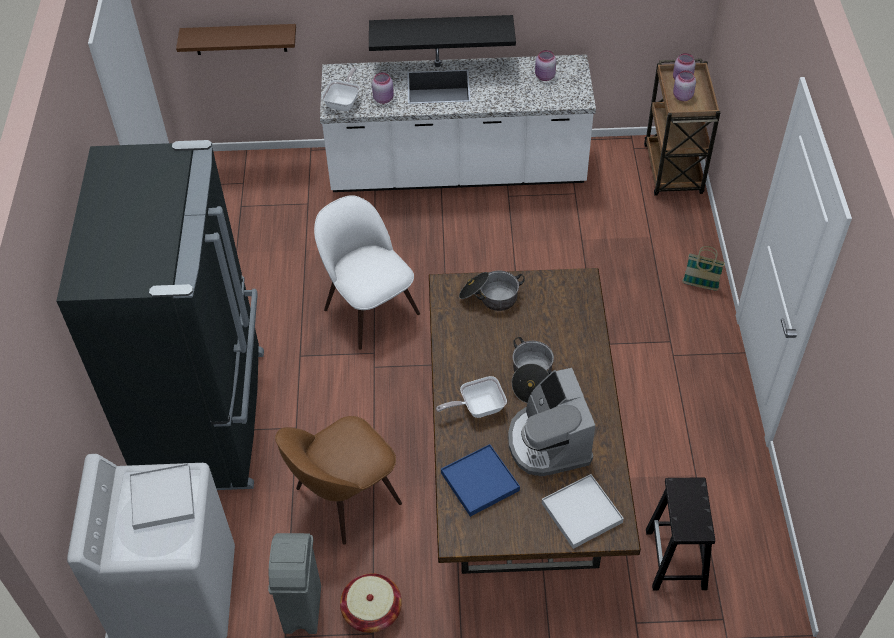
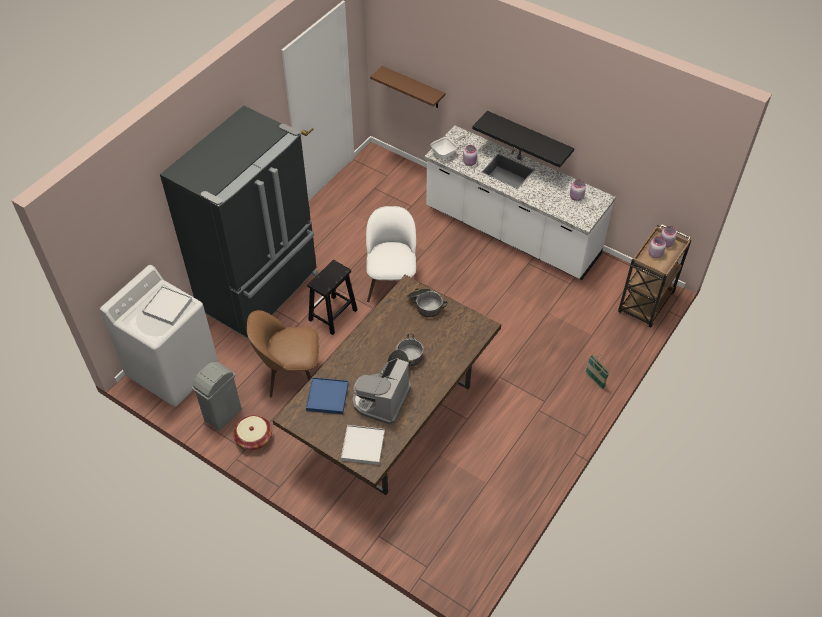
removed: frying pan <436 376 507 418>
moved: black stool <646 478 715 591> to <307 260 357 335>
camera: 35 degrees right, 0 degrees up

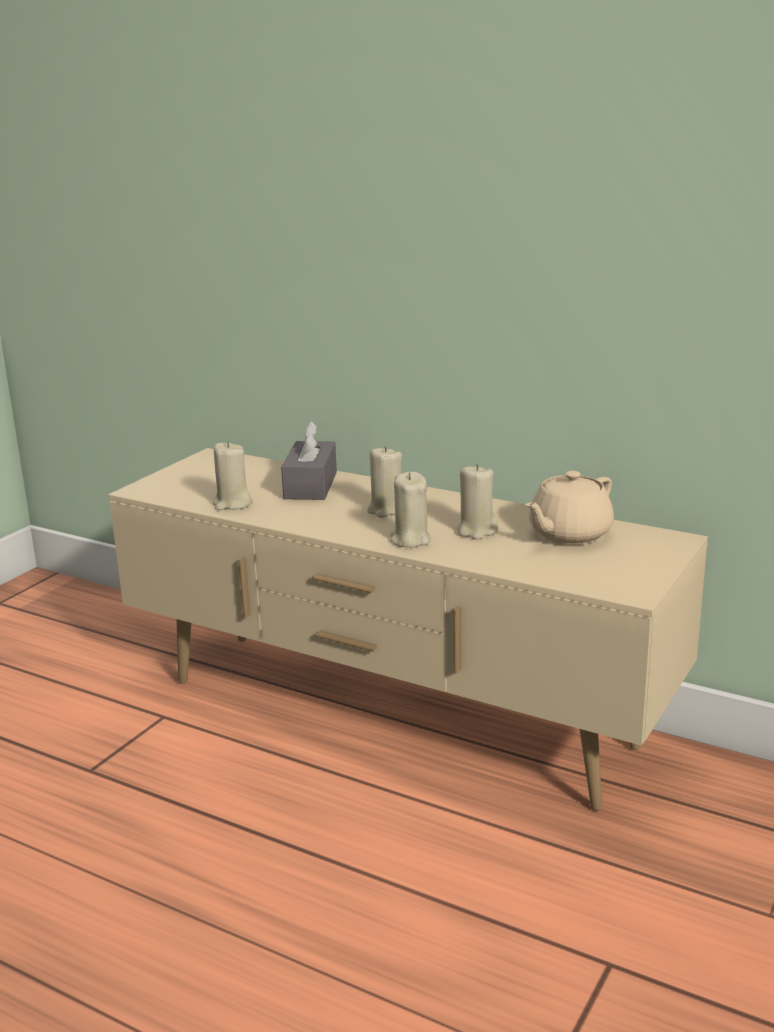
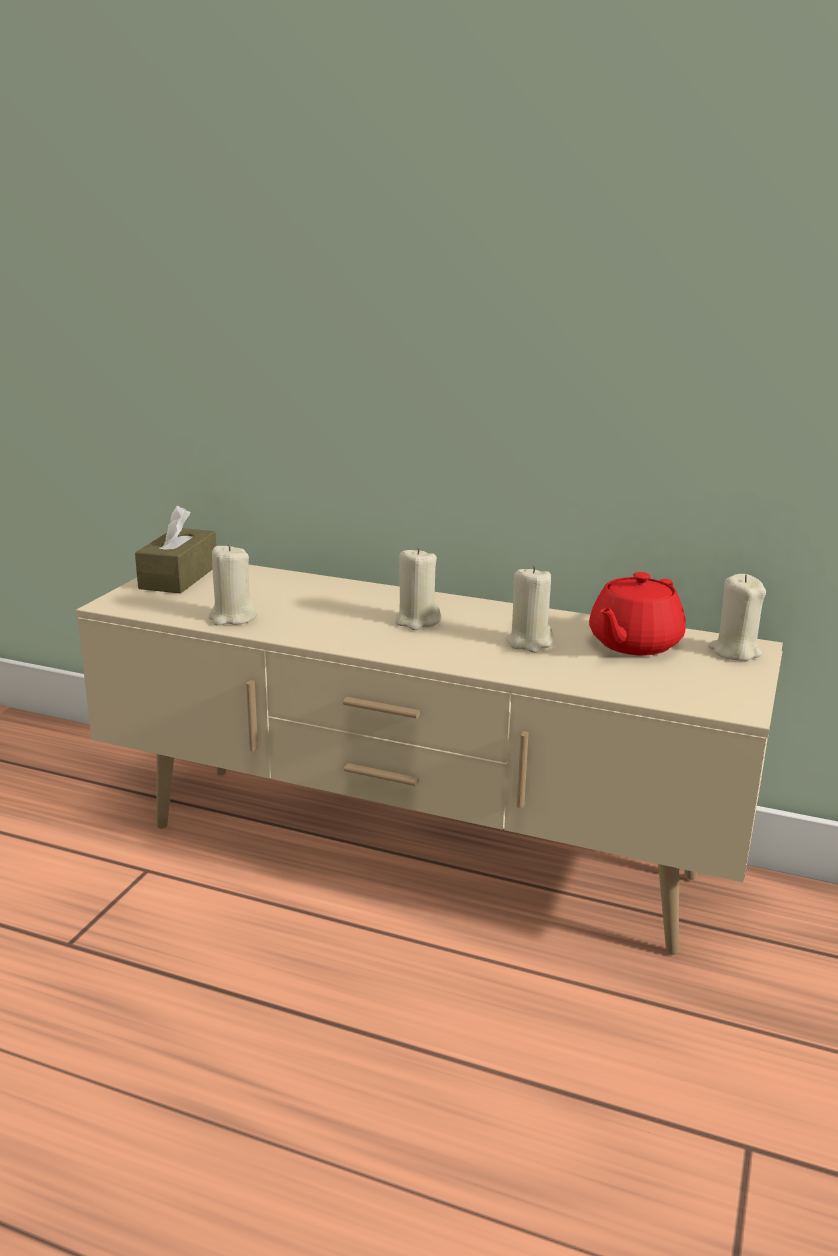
removed: grey tissue box <281 422 337 500>
added: brown tissue box <135 506 216 594>
moved: beige candle <390 472 431 548> to <708 574 766 661>
recoloured: beige teapot <525 471 614 545> to red teapot <589 572 686 655>
camera: 10 degrees left, 0 degrees up

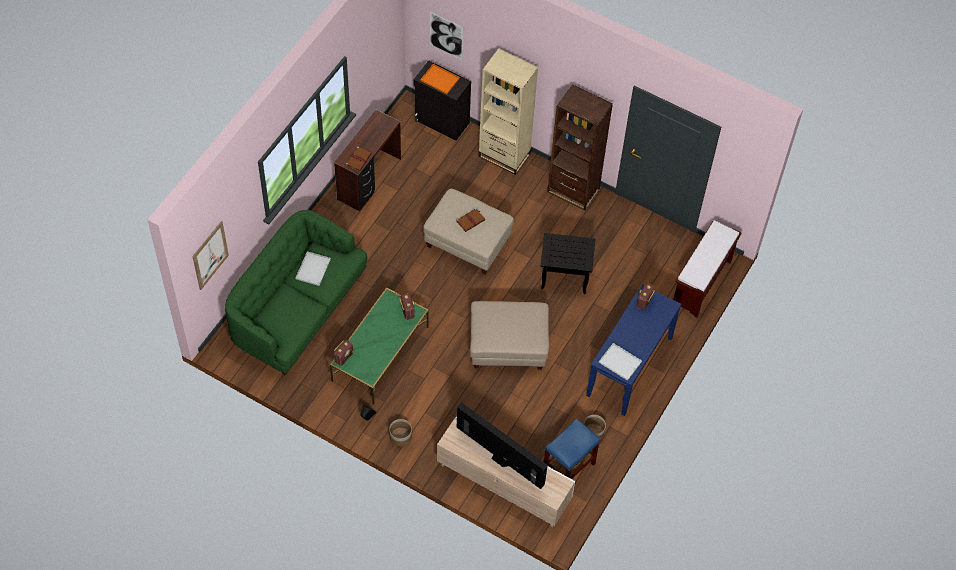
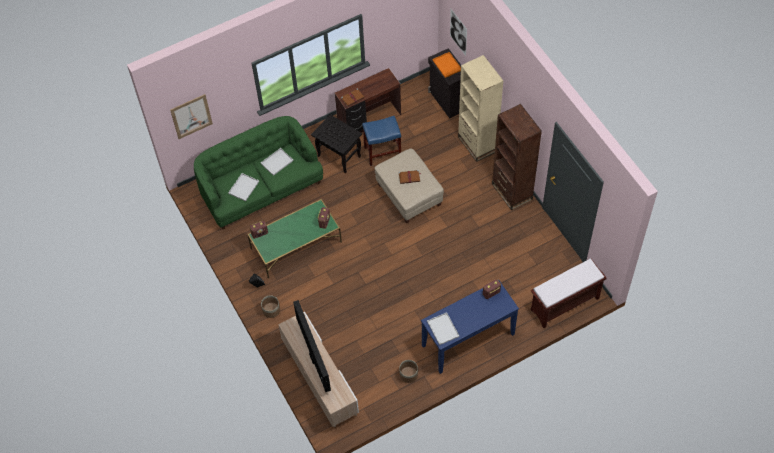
removed: beige ottoman <470 301 549 370>
added: white tray <228 173 259 201>
moved: black side table <541 233 595 294> to <311 114 362 173>; blue stool <543 418 600 479> to <362 116 401 166>
camera: 35 degrees right, 0 degrees up

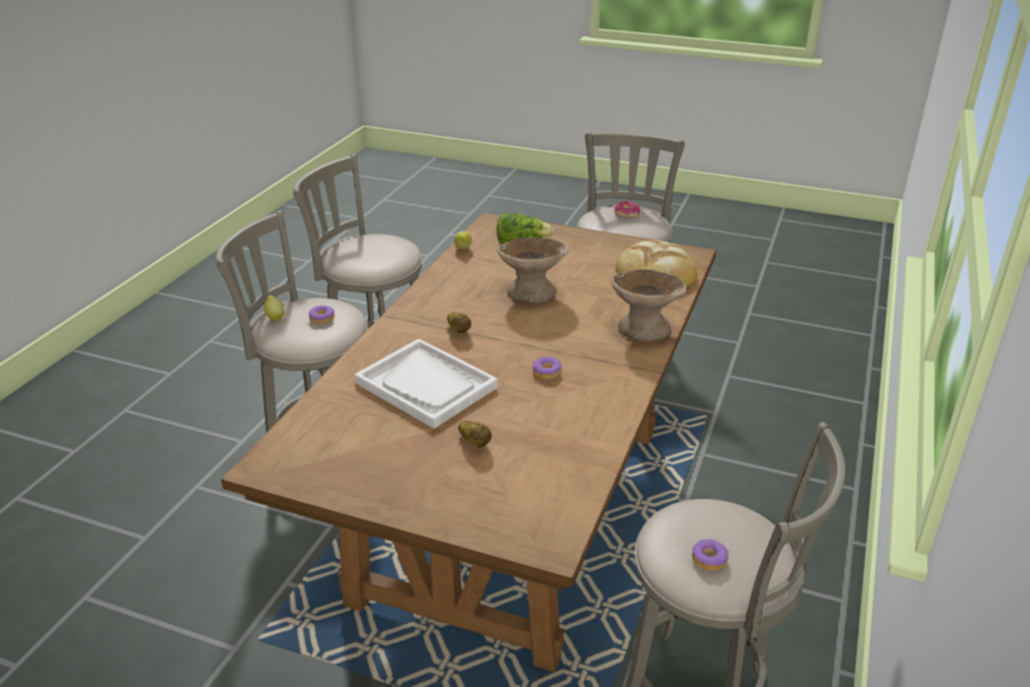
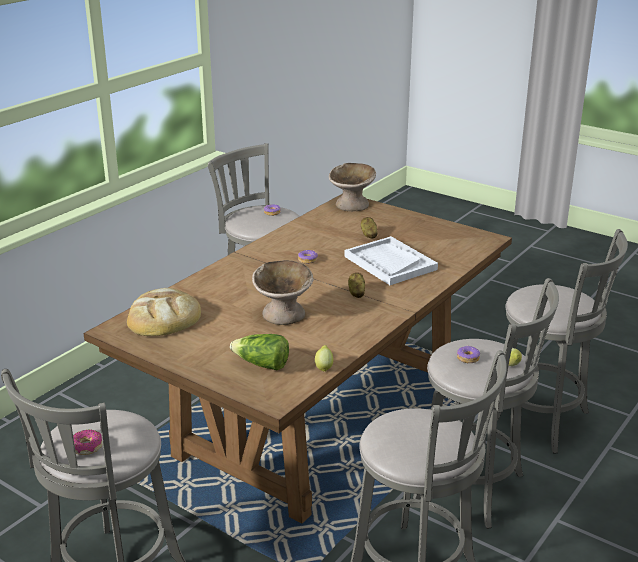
added: grey stool <497 229 628 453>
moved: beige bowl <611 269 687 342> to <329 163 376 211>
camera: 165 degrees left, 5 degrees down

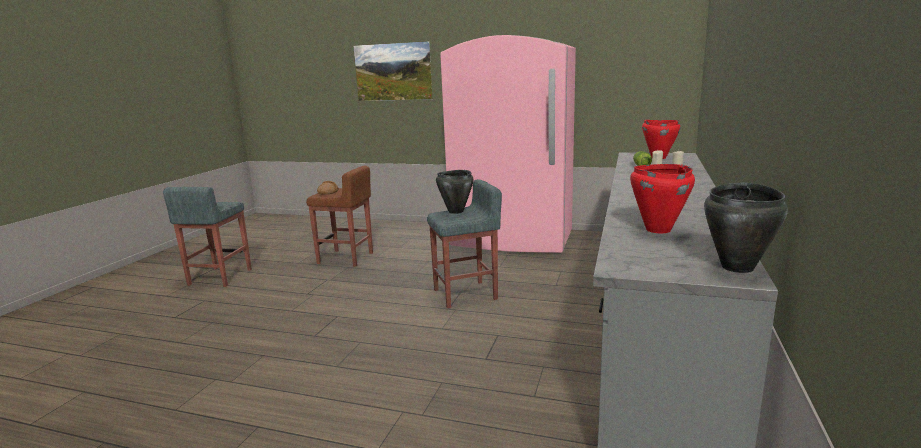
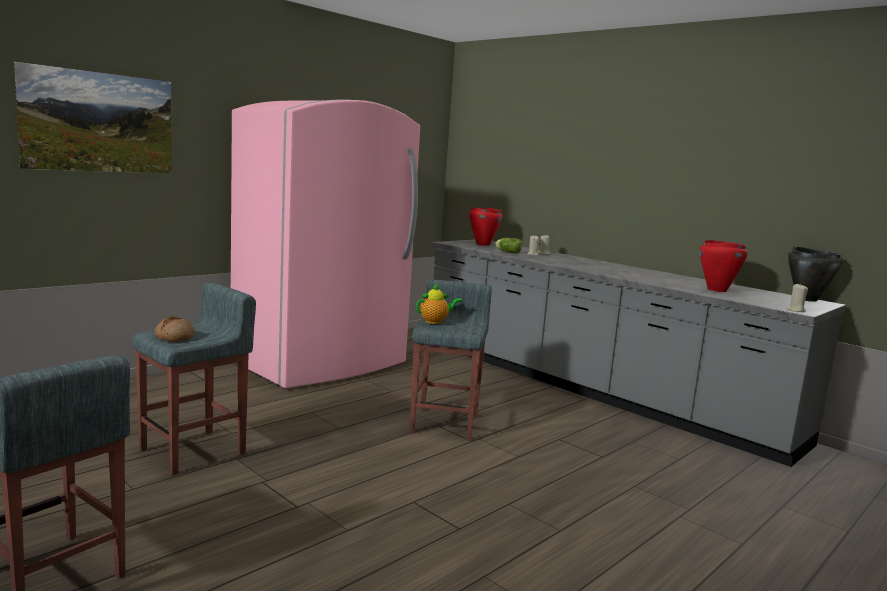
added: beige candle <786 283 808 312>
replaced: black cooking pot <436 170 474 214> to teapot <416 284 462 324>
recoloured: brown stool <306 166 373 267> to grey stool <132 283 256 475>
camera: 65 degrees left, 5 degrees down

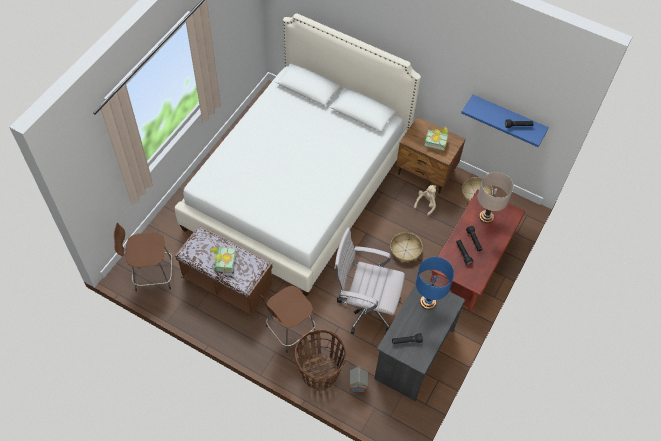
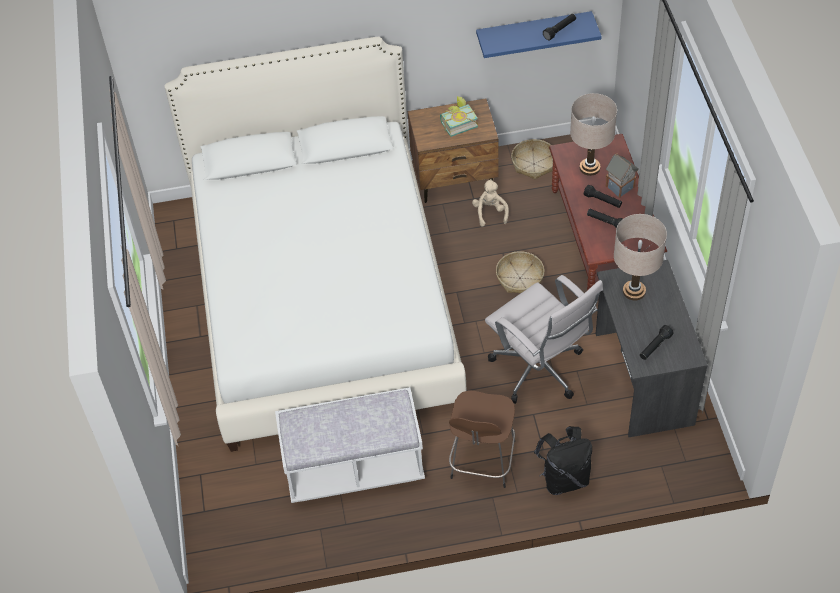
removed: brown stool <114 223 172 291>; book <210 247 236 273>
moved: toy house <350 366 368 392> to <606 153 639 198>
replaced: basket <295 330 346 390> to black backpack <534 426 592 495>
recoloured: brown bench <175 225 274 316> to white bench <275 387 425 503>; blue table lamp <416 257 454 310> to beige table lamp <614 214 667 301>
turned: white office chair <334 227 405 334> = <485 275 603 404> 105 degrees counterclockwise
camera: 35 degrees left, 5 degrees down

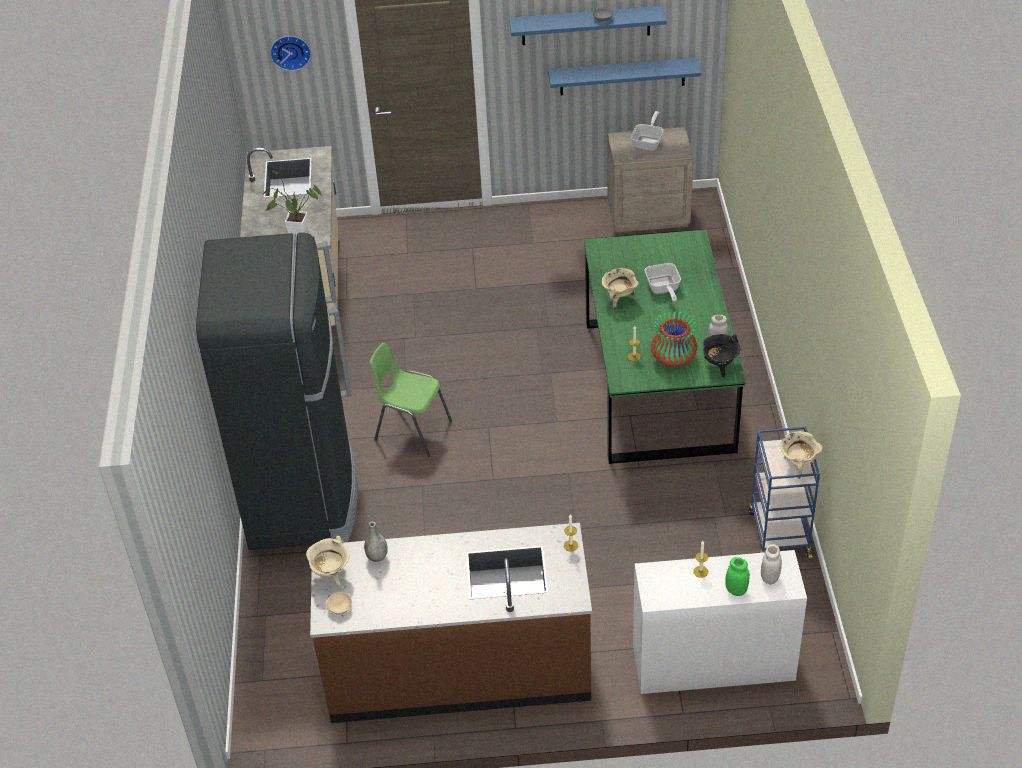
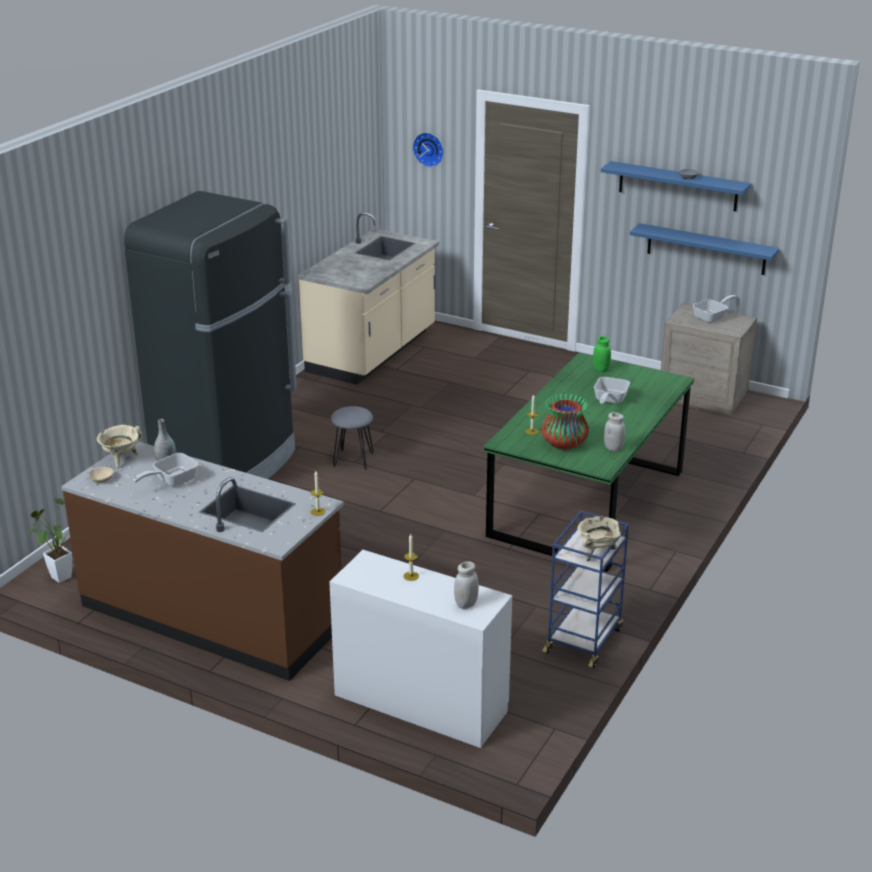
removed: beige cooking pot <602 268 639 309>; black cooking pot <703 334 741 377>
added: frying pan <133 453 199 487>
moved: potted plant <263 170 323 236> to <27 498 72 583>; green jar <725 557 750 596> to <593 336 611 372>
replaced: green chair <369 343 452 457> to grey stool <331 406 373 470>
camera: 30 degrees right, 15 degrees down

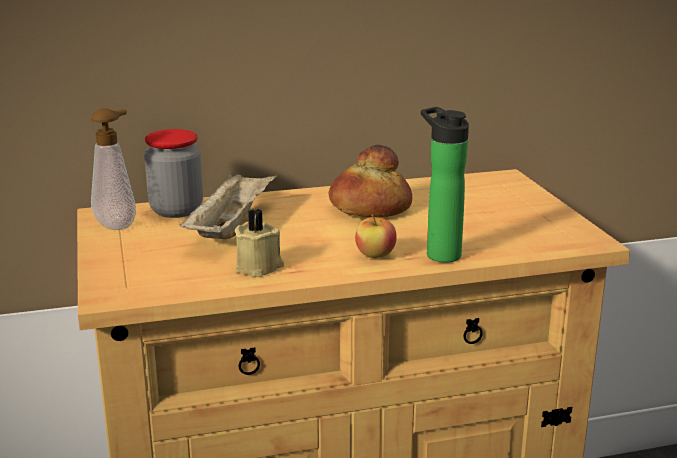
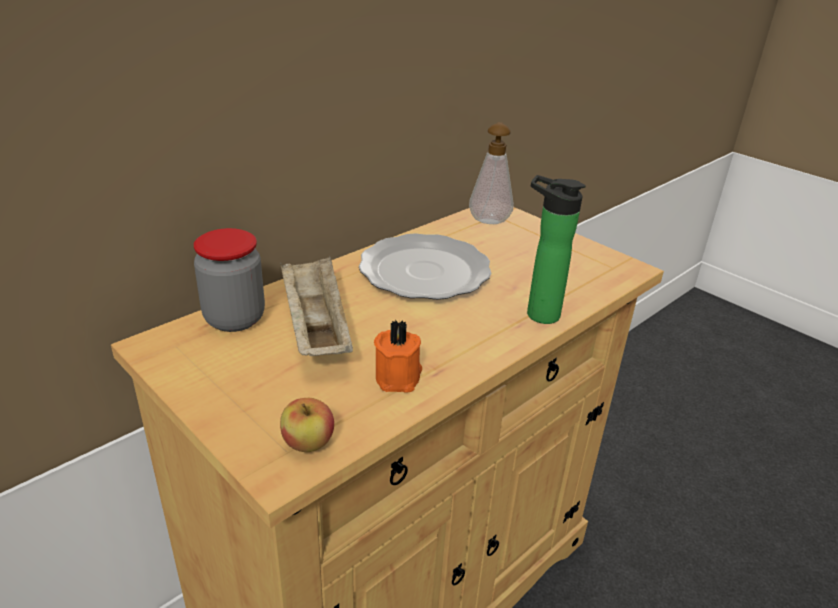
moved: apple <355 214 397 258> to <280 398 334 452>; soap dispenser <91 108 136 230> to <469 122 514 224>
replaced: bread <329 145 412 217> to plate <359 233 491 300>
recoloured: beige candle <235 209 284 277> to orange candle <374 320 422 393>
camera: 30 degrees left, 10 degrees up

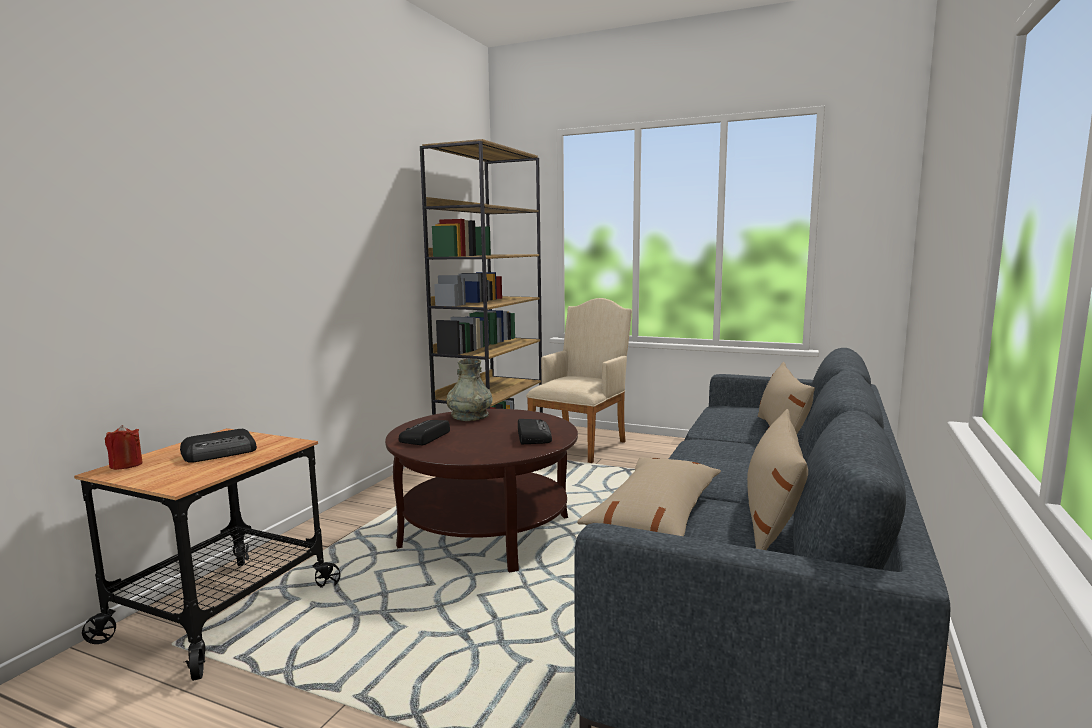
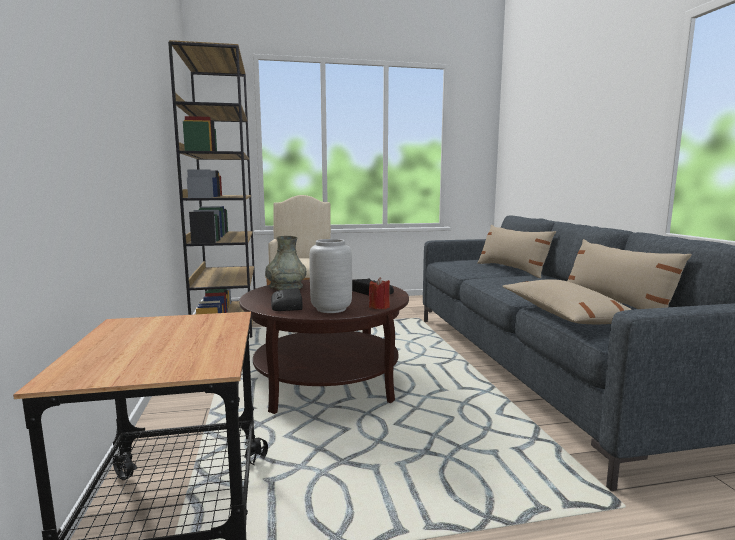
removed: radio <180 429 257 463>
added: grey vase <309 239 352 313>
moved: red candle <105 425 143 470> to <369 277 390 309>
camera: 35 degrees left, 0 degrees up

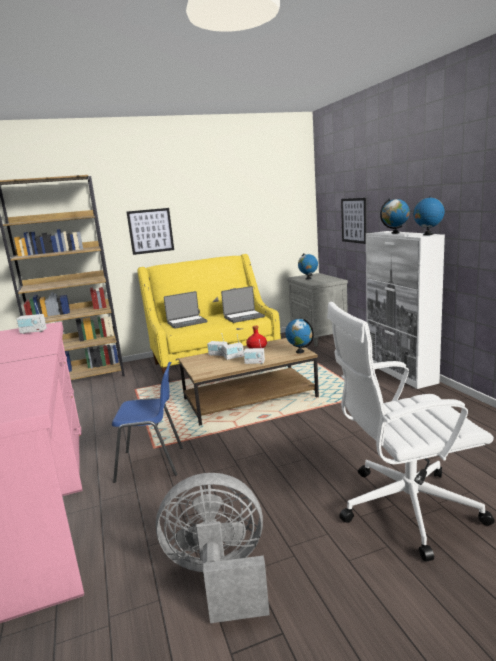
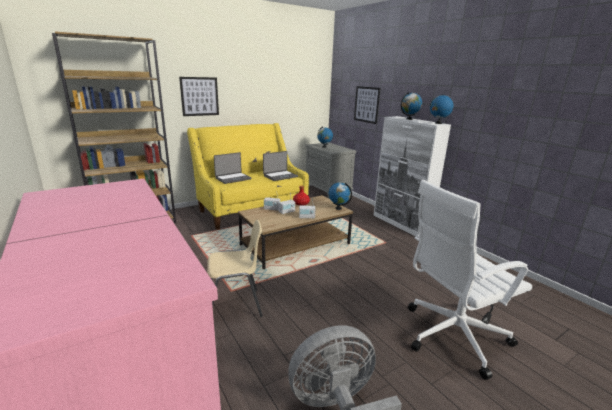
removed: radio <17 303 47 334>
recoloured: blue chair <112 362 183 483> to beige chair <207 220 263 317>
camera: 15 degrees left, 5 degrees up

